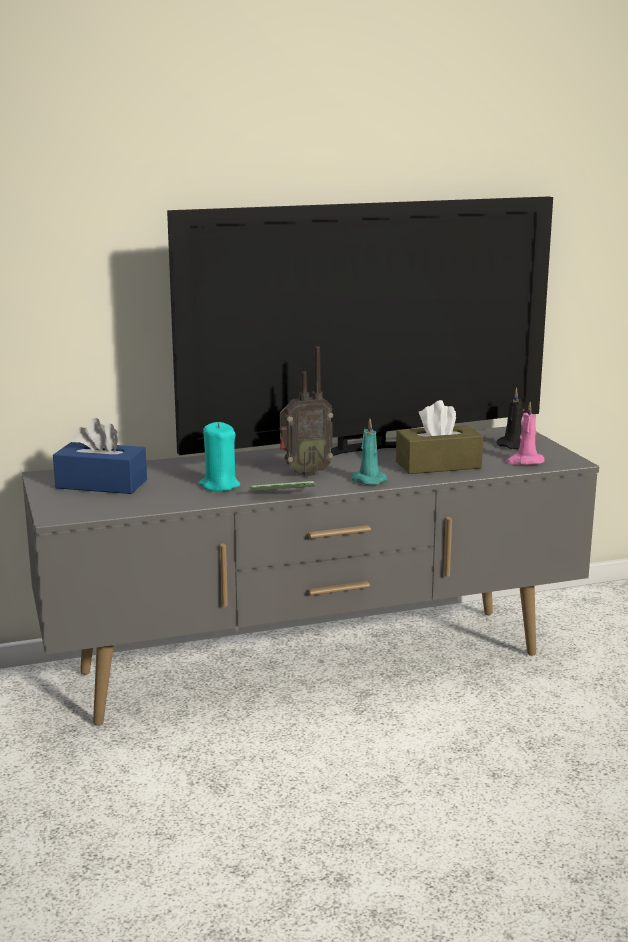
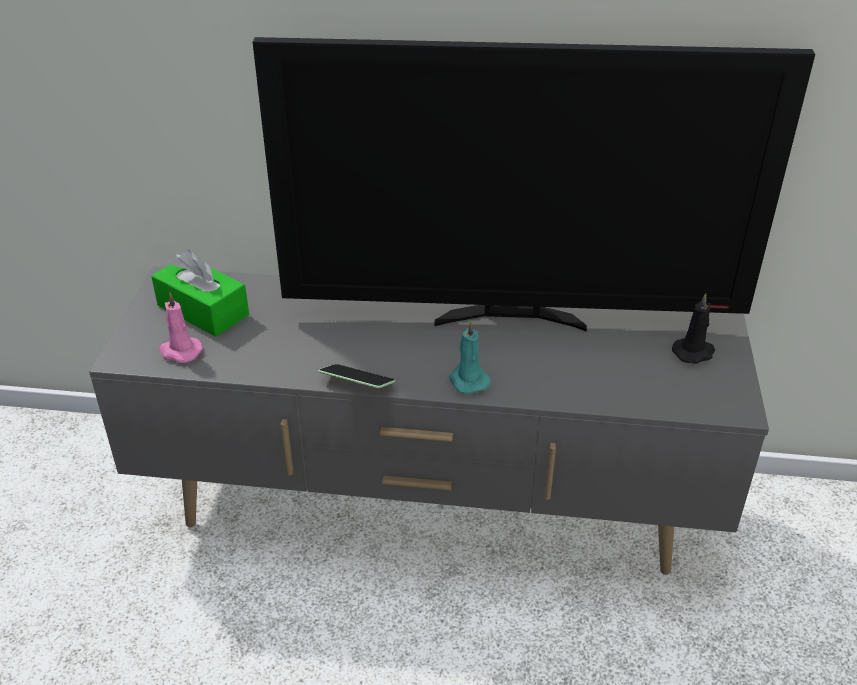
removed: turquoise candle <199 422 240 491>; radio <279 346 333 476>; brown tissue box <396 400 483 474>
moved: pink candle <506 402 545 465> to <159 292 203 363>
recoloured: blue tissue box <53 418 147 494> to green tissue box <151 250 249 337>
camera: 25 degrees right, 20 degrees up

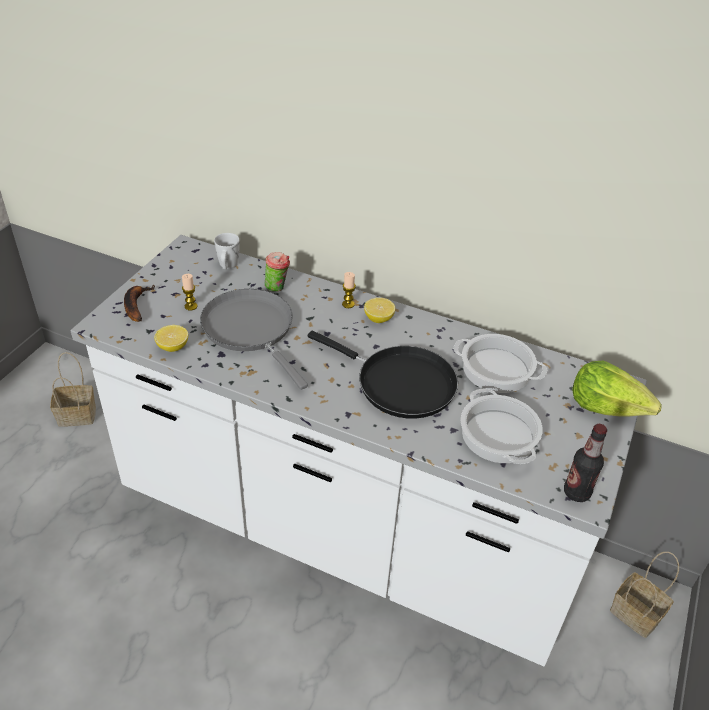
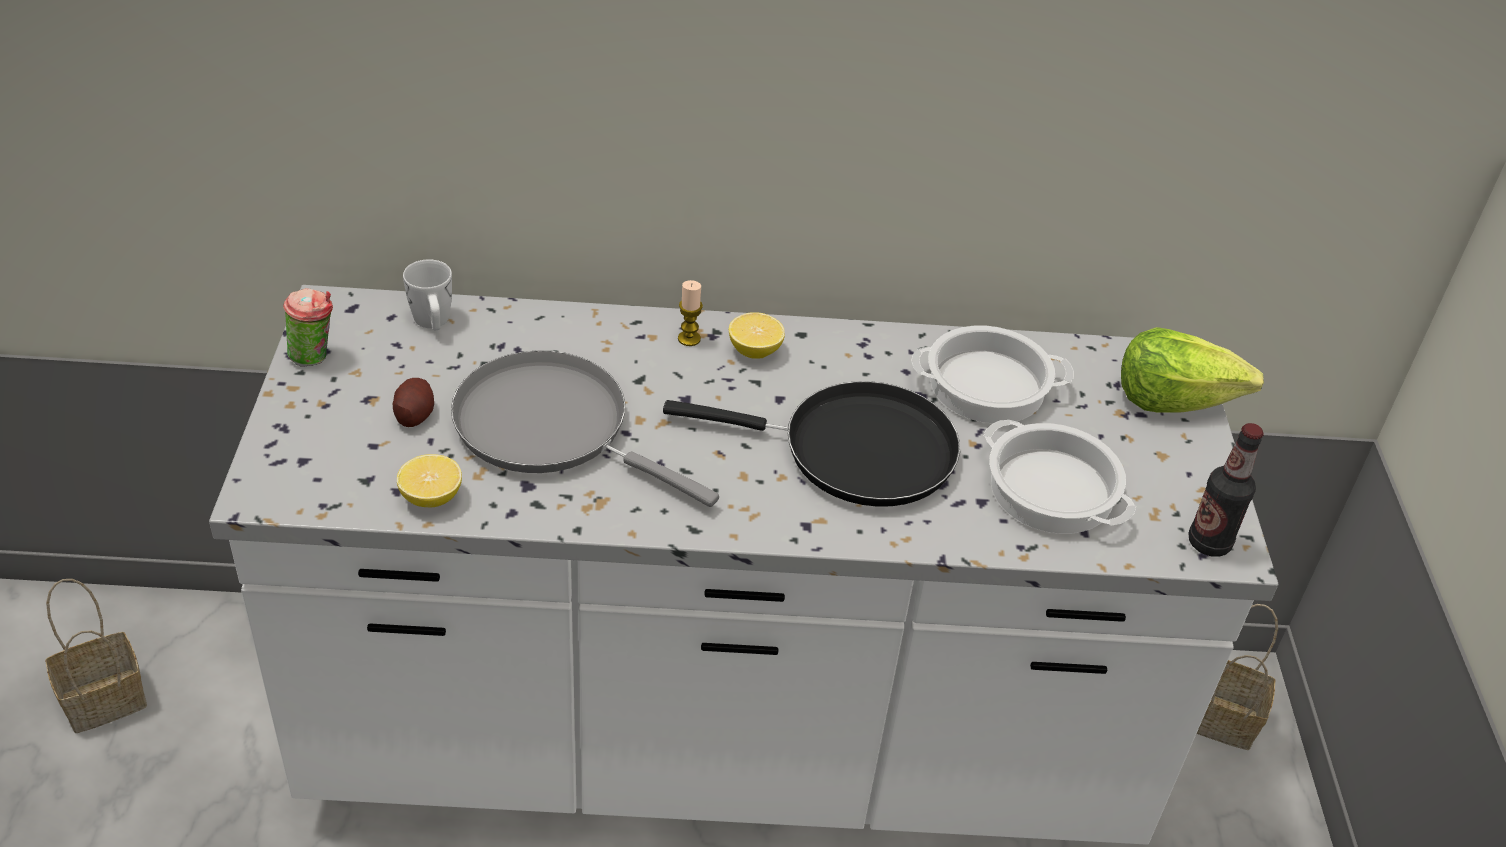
removed: banana <124 285 156 322>
moved: cup <264 252 290 292> to <283 288 333 367>
replaced: candle <182 274 198 311> to potato <393 378 434 427>
camera: 25 degrees left, 0 degrees up

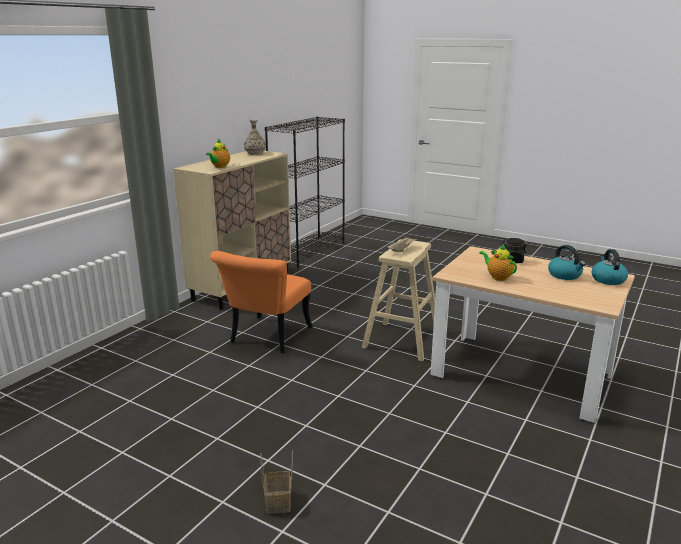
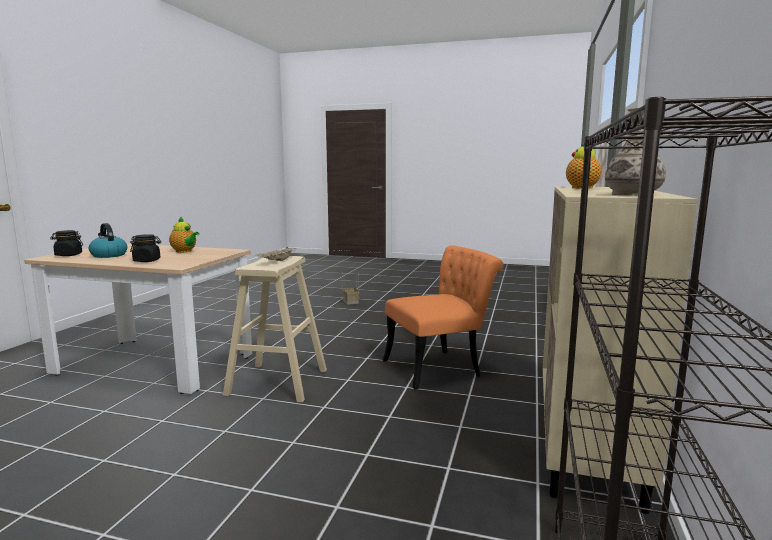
replaced: kettle <592 249 628 285> to black jar <50 230 83 256>
turned: orange chair <210 251 313 353> = <383 245 504 390> 60 degrees clockwise
camera: 165 degrees right, 10 degrees down

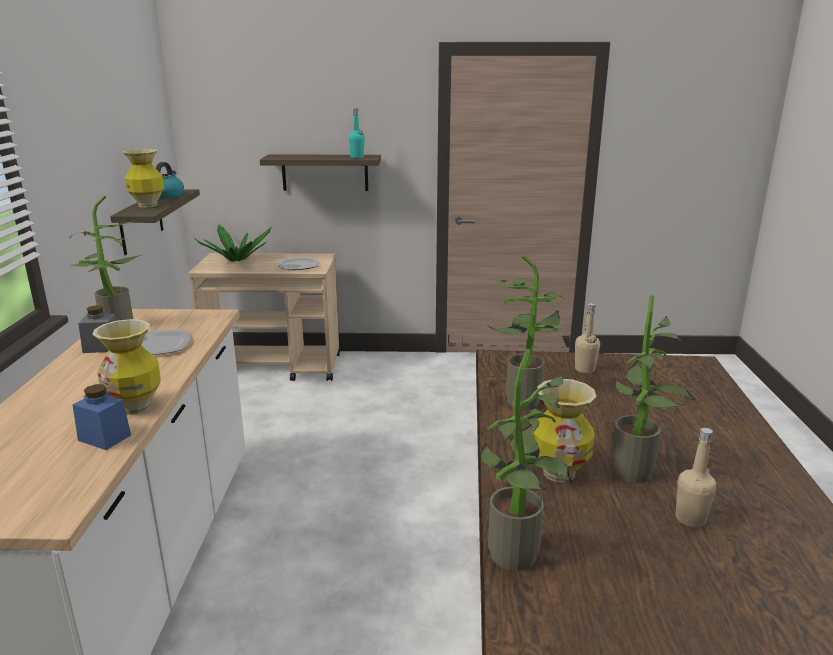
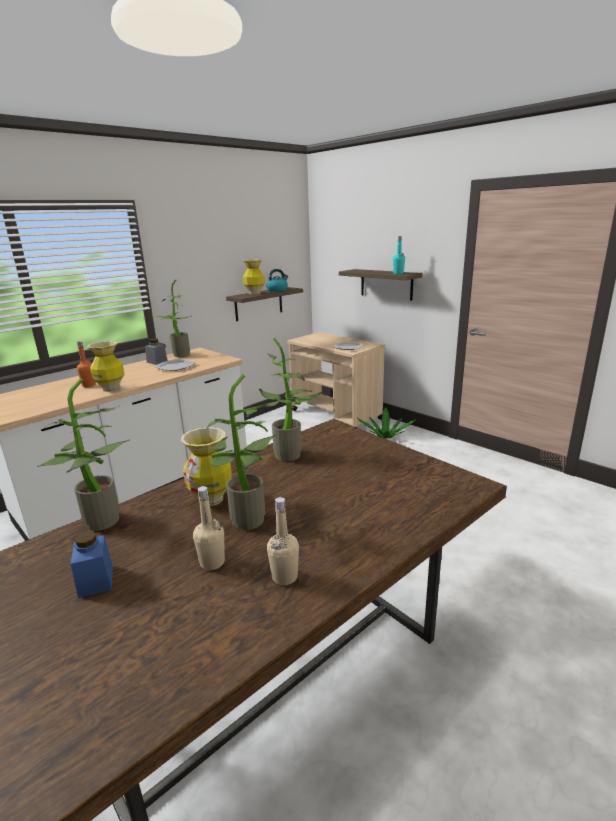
added: orange bottle <77 341 96 387>
moved: blue jar <72 384 131 450> to <71 531 113 598>; beige bottle <575 303 600 373> to <267 497 299 585>; potted plant <195 224 272 262> to <357 407 416 439>
camera: 45 degrees right, 0 degrees up

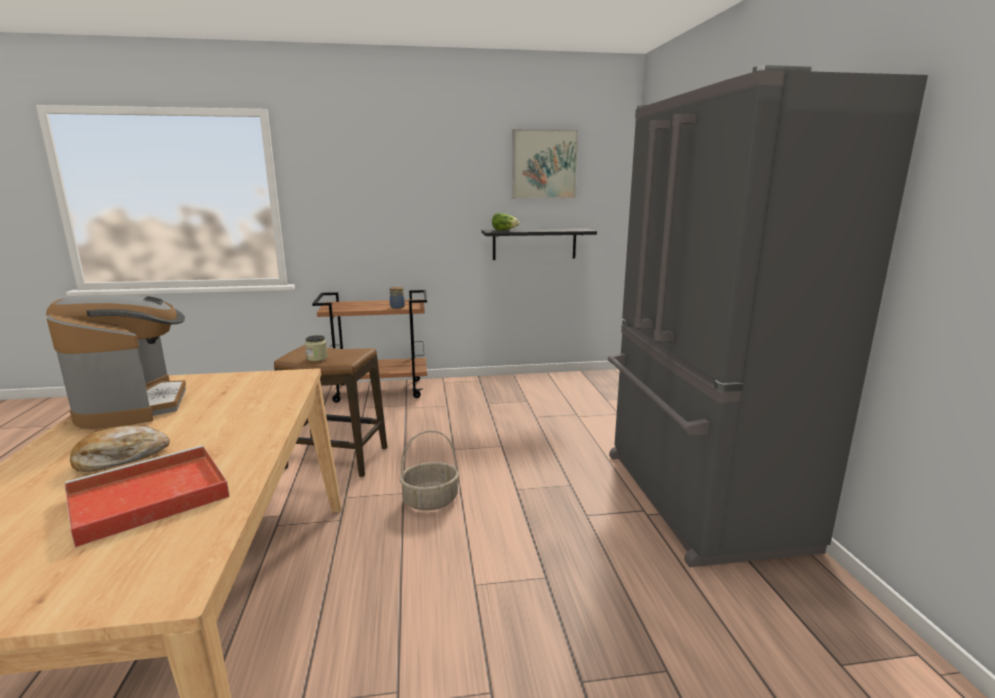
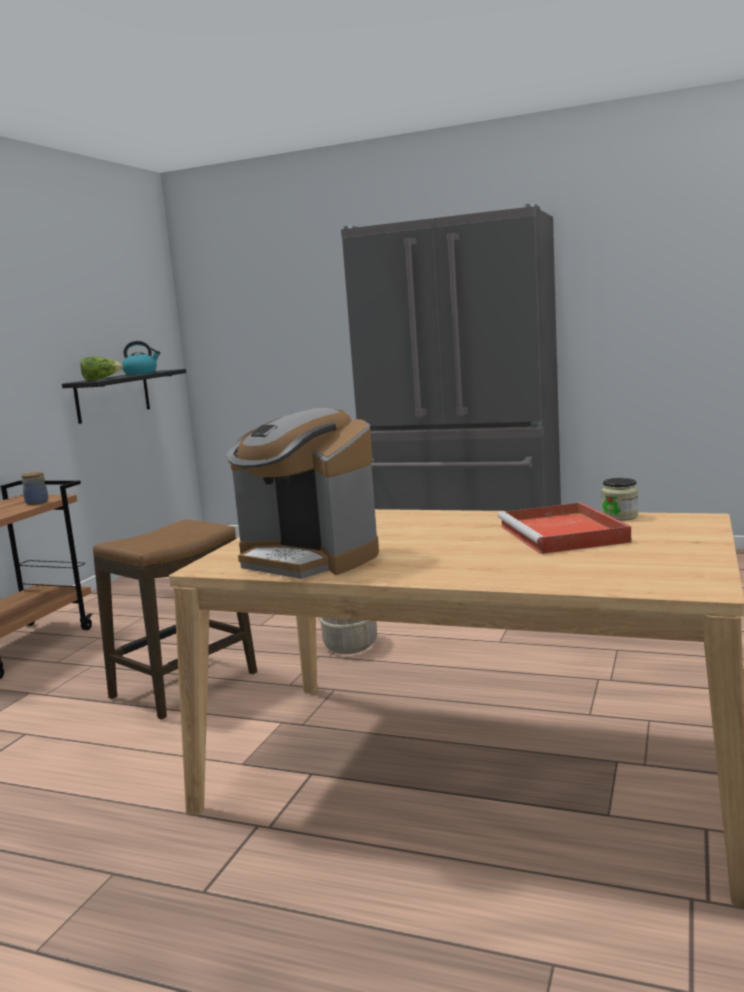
removed: bread <70 426 170 472>; picture <512 129 579 199>
added: kettle <122 341 161 375>
moved: jar <305 335 328 361> to <602 478 638 521>
turned: coffee machine <46 295 186 429> = <226 408 379 579> 150 degrees counterclockwise
camera: 60 degrees left, 5 degrees down

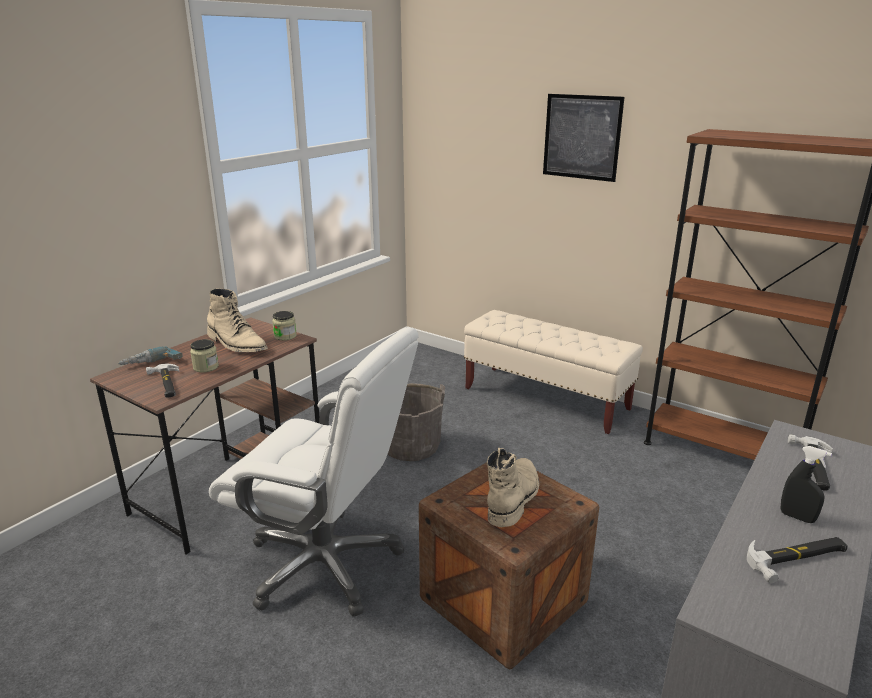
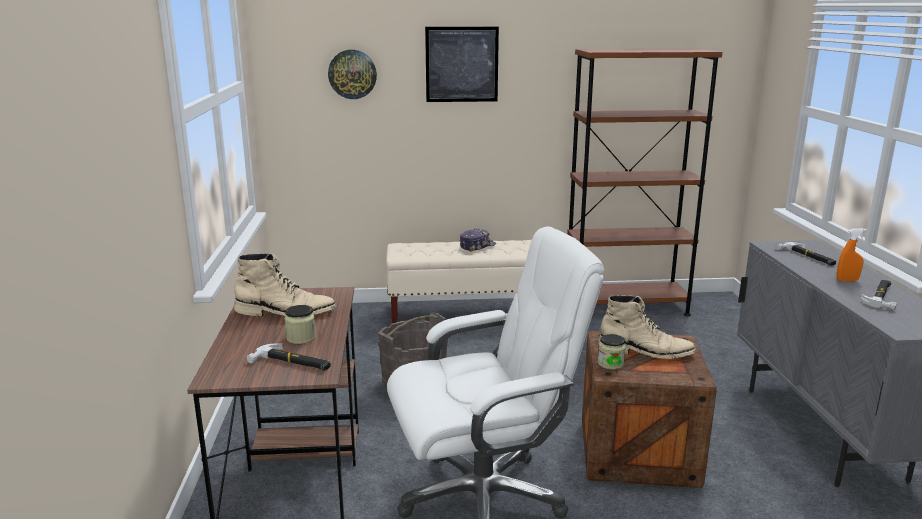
removed: power drill <118 347 183 365>
added: wall clock <328 50 377 99>; cap <460 229 496 252>
moved: jar <272 311 297 341> to <598 334 626 370>
recoloured: black spray bottle <781 446 832 523> to orange spray bottle <837 228 867 281>
turned: beige boot <487 448 539 527> = <599 295 696 359> 120 degrees clockwise
camera: 40 degrees left, 5 degrees down

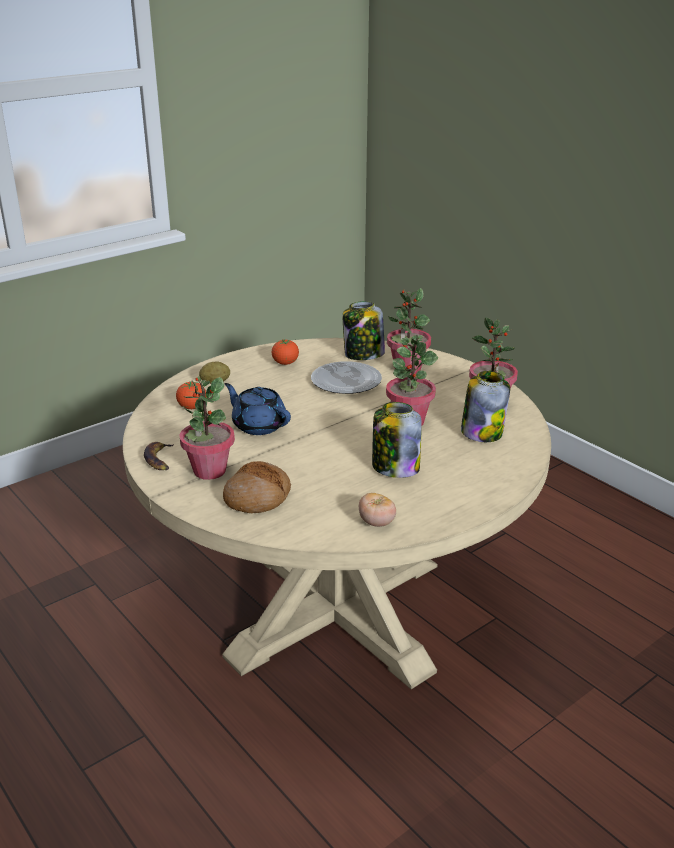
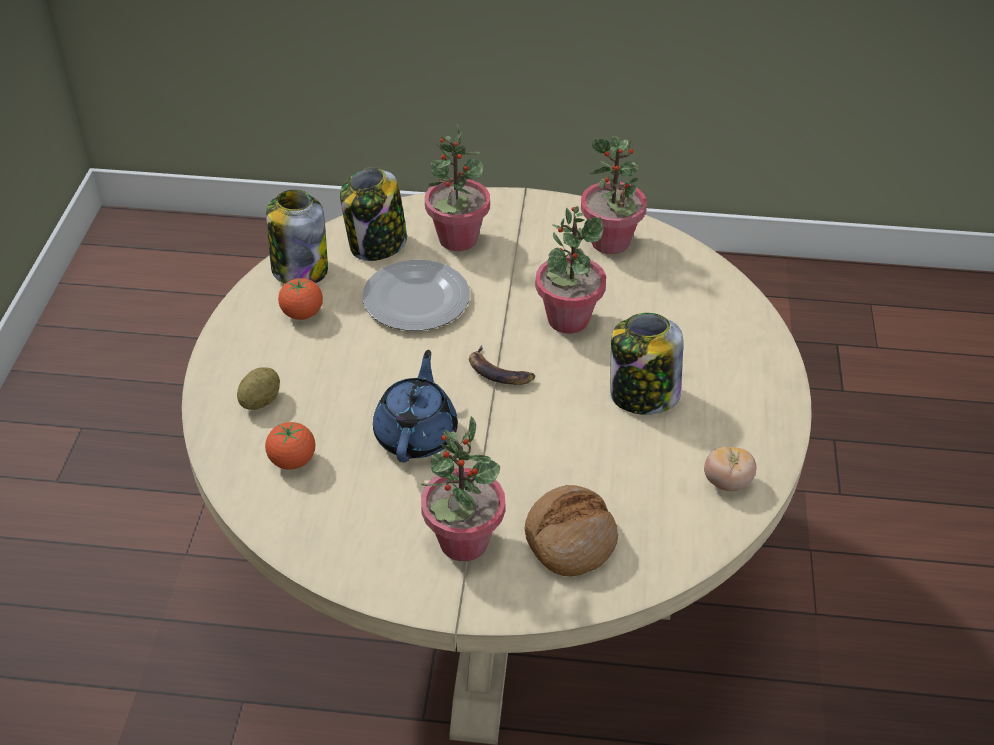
moved: jar <461 371 510 442> to <266 190 328 284>; banana <144 442 174 470> to <469 345 535 385>
turned: blue teapot <224 383 291 435> = <373 350 458 462> 105 degrees clockwise
camera: 45 degrees left, 15 degrees up

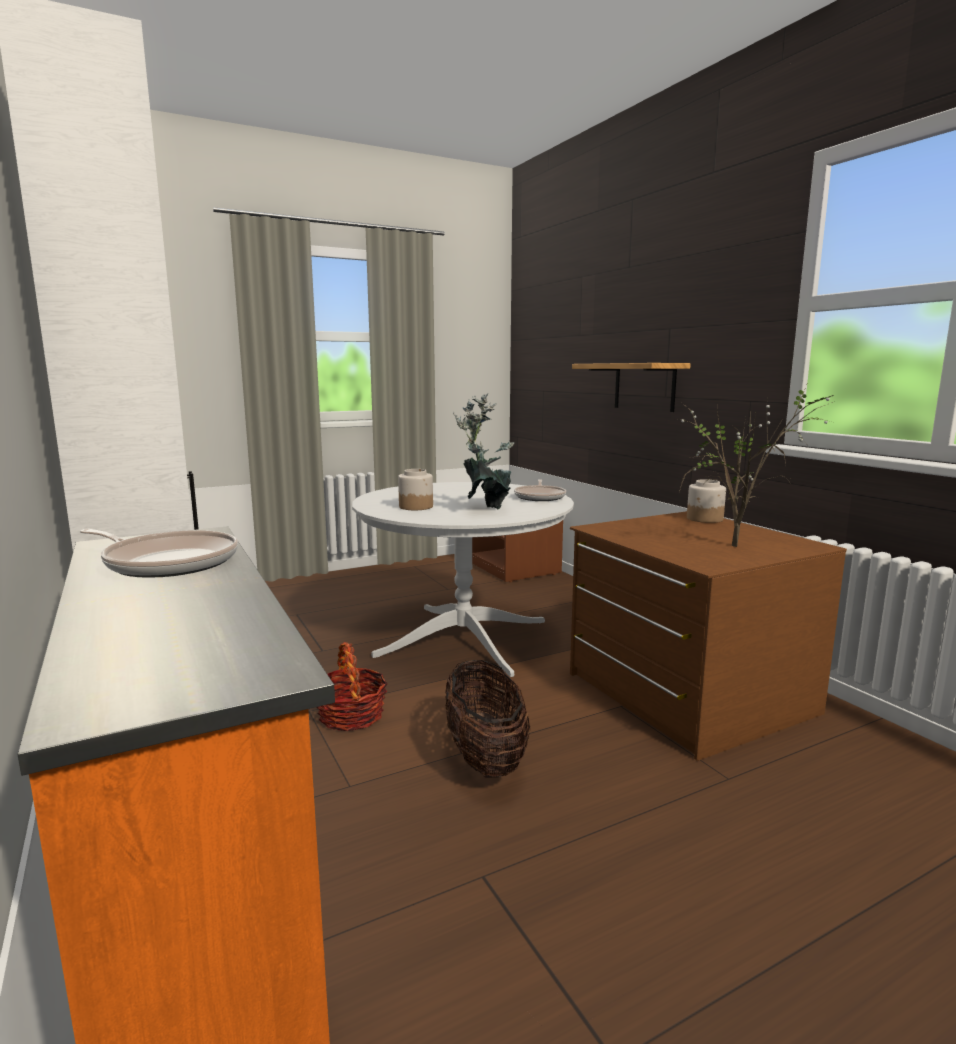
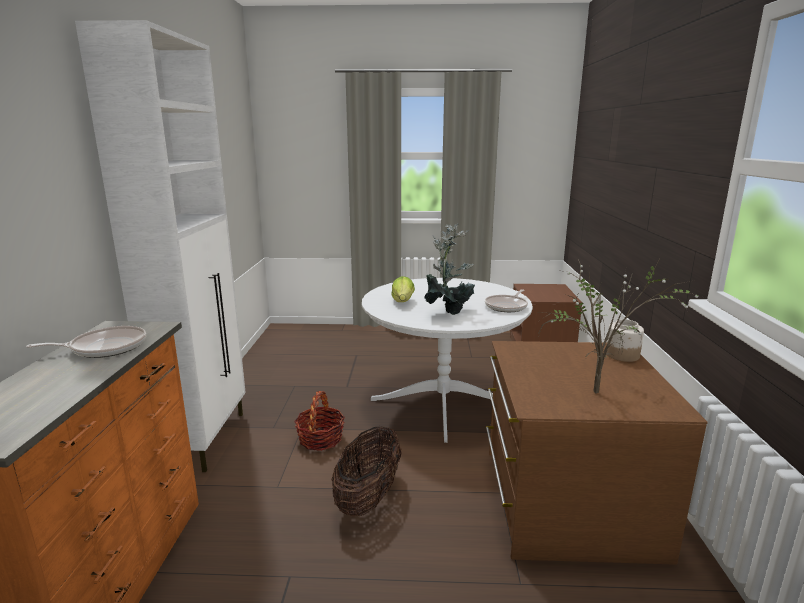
removed: shelf <572 363 691 412>
replaced: jar <398 469 433 510> to lettuce <391 276 415 302>
turned: frying pan <80 529 238 578> = <26 326 146 358> 75 degrees counterclockwise
camera: 30 degrees right, 5 degrees up

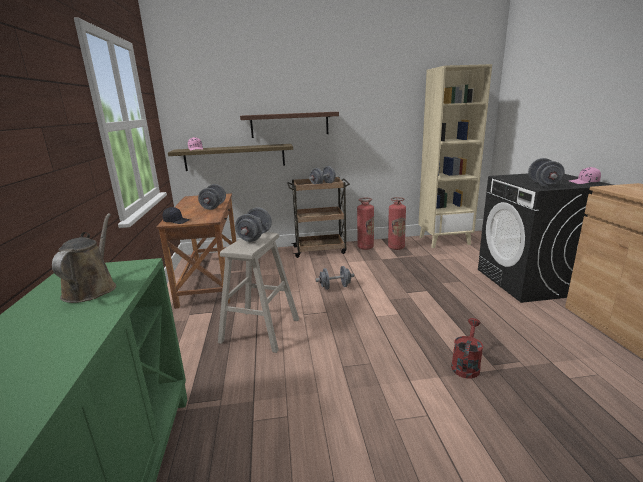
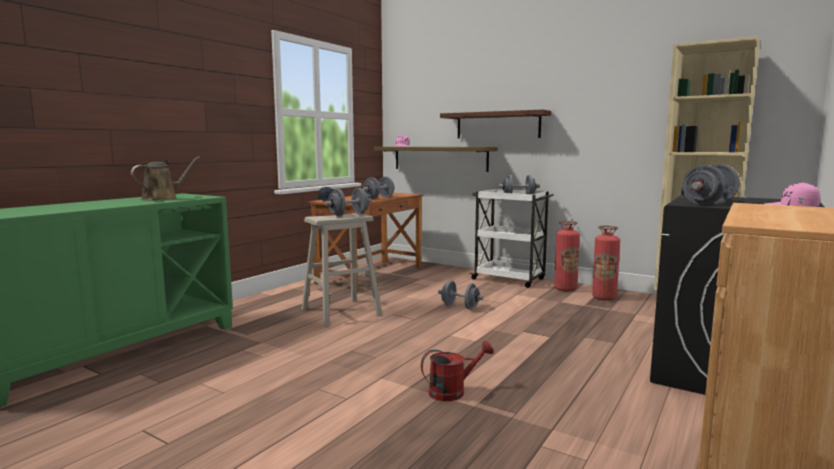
recoloured: brown cart <287 177 350 258> to white cart <469 189 554 288>
camera: 40 degrees right, 10 degrees down

